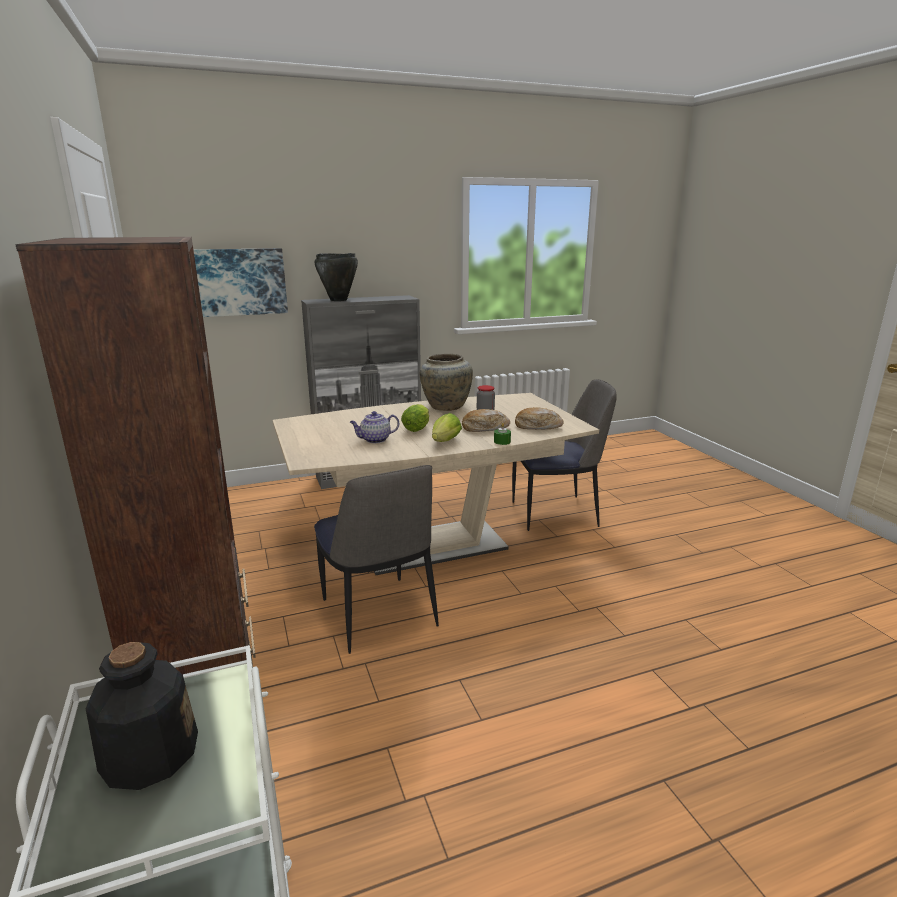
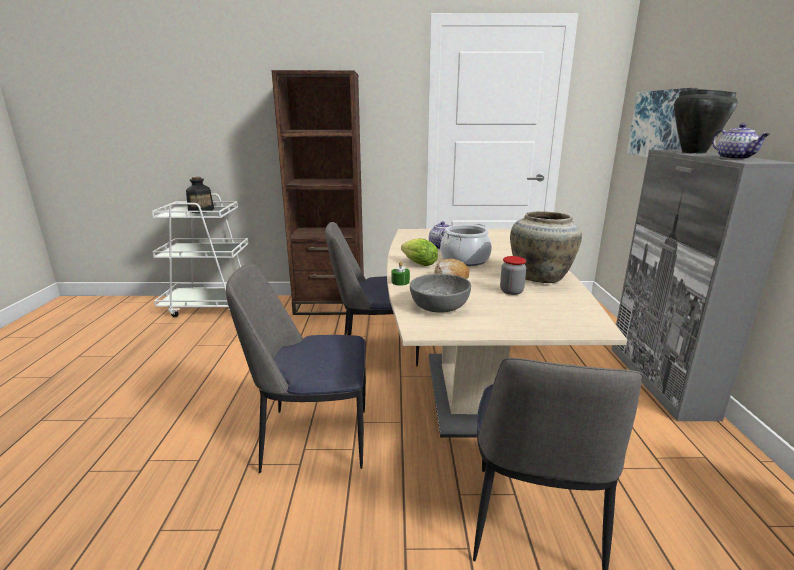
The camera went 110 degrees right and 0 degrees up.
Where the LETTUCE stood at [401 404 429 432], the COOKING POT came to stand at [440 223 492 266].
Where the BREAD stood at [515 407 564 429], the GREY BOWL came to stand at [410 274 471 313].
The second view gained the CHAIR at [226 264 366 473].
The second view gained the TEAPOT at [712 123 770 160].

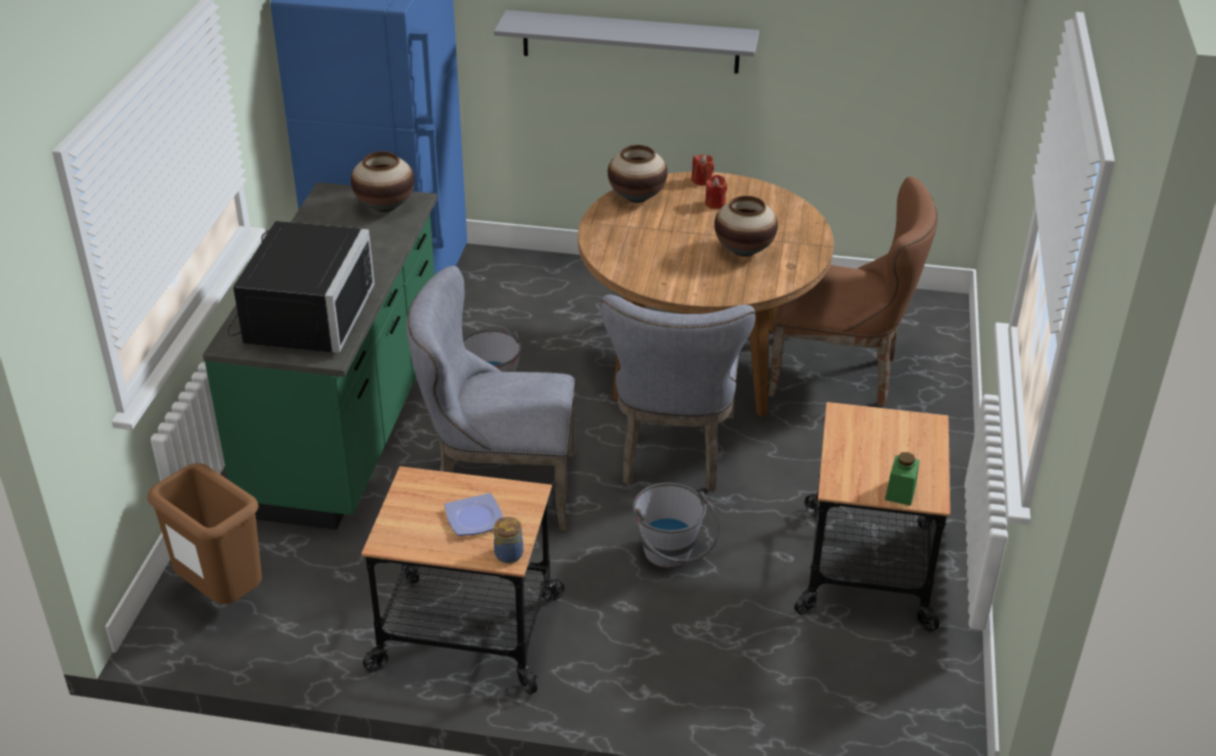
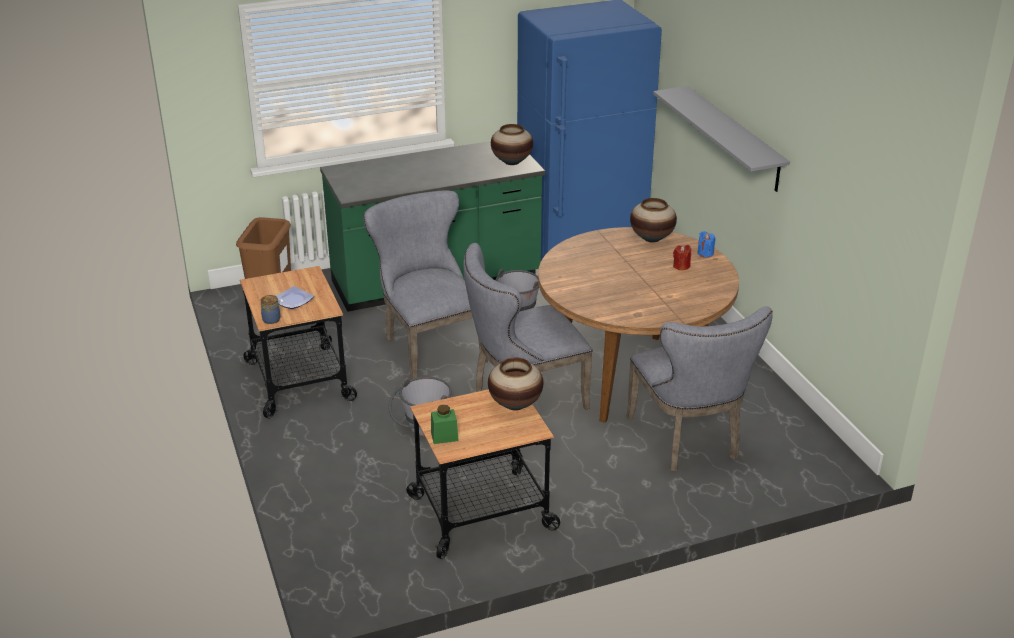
The camera went 60 degrees right and 5 degrees down.
The second view lost the BLACK MICROWAVE at [228 221 375 353].
What was the RED CANDLE at [691 154 714 186] turned into the BLUE CANDLE at [697 231 715 257].
The VASE ended up elsewhere, having gone from [714 196 778 257] to [488 357 543 411].
What was the BROWN CHAIR at [768 176 938 407] turned into the GREY CHAIR at [627 306 773 471].

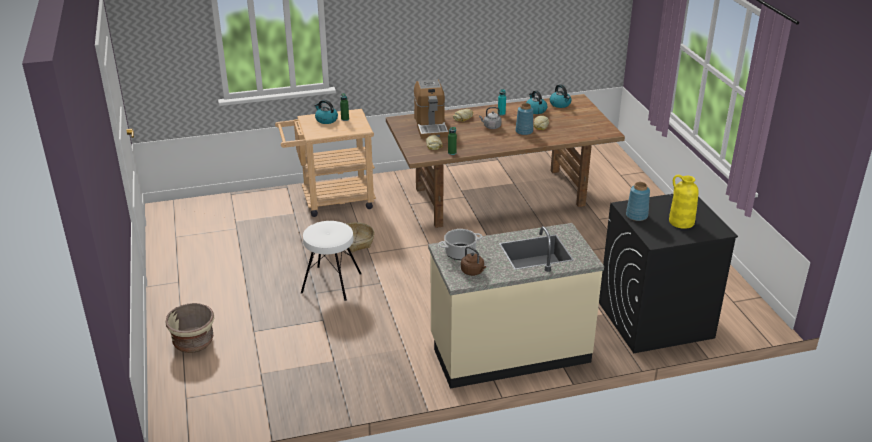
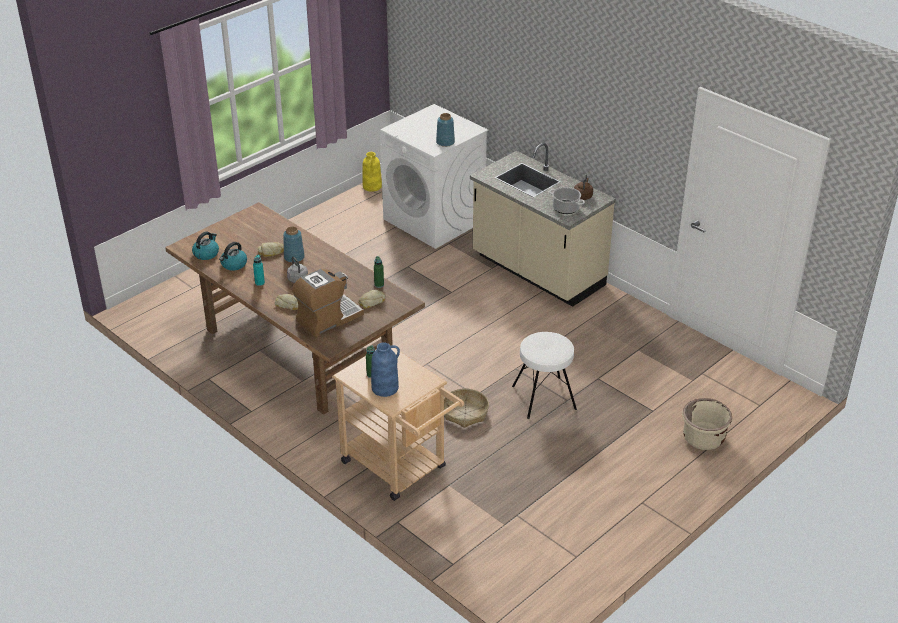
The camera went 120 degrees left and 5 degrees up.
Where the KETTLE stood at [314 100 338 124], the BLUE VASE came to stand at [371 342 400 397].
What was the BLACK WASHING MACHINE at [599 194 738 354] turned into the WHITE WASHING MACHINE at [380 104 489 249].
The YELLOW VASE ended up elsewhere, having gone from [669 175 699 229] to [362 152 382 192].

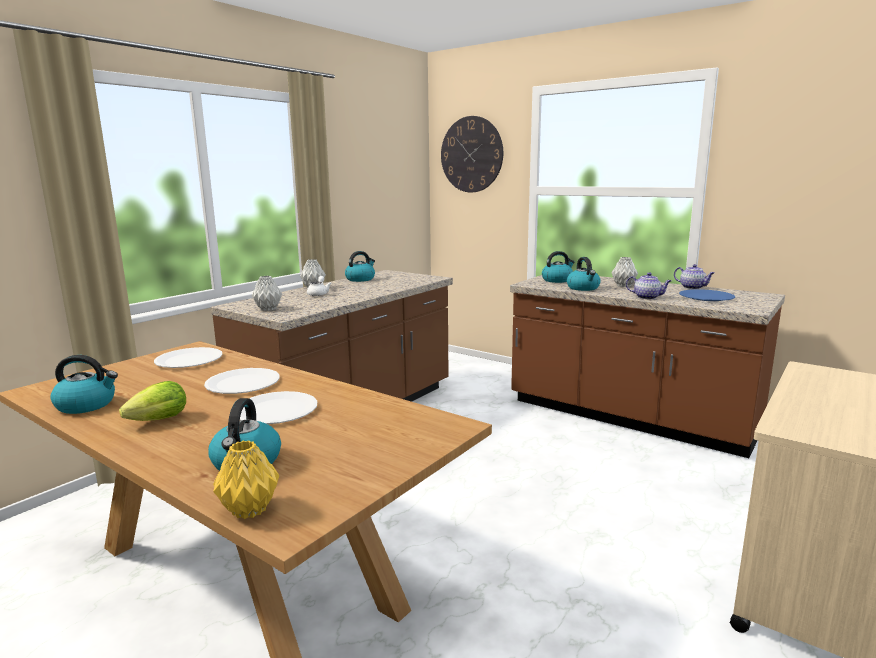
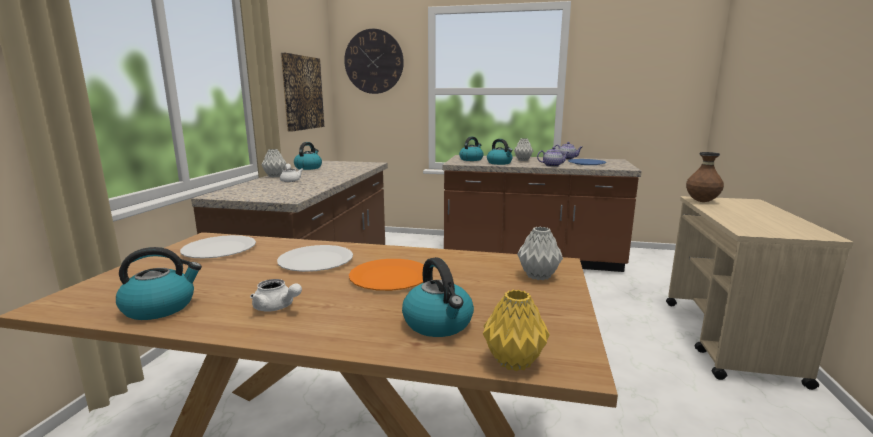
The camera went 25 degrees left and 0 degrees up.
Where the LETTUCE stood at [119 381 186 421], the WHITE TEAPOT came to stand at [250 279 302 312].
What was the WHITE PLATE at [240 391 317 424] turned into the ORANGE PLATE at [349 259 424 291].
The GREY VASE ended up elsewhere, having gone from [252 276 282 311] to [517 227 563 280].
The second view gained the PICTURE at [281 52 324 132].
The second view gained the BROWN VASE at [686 152 724 202].

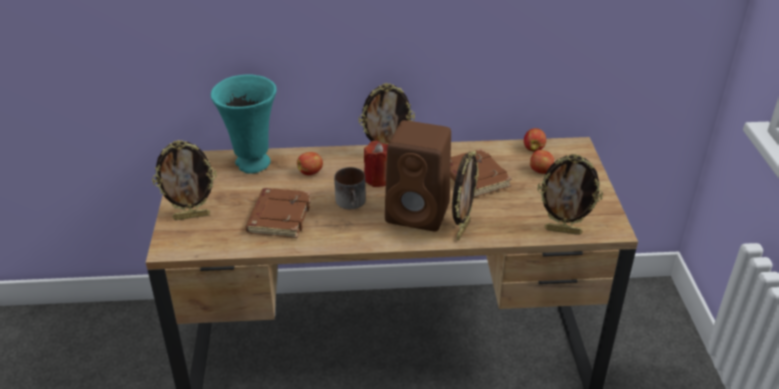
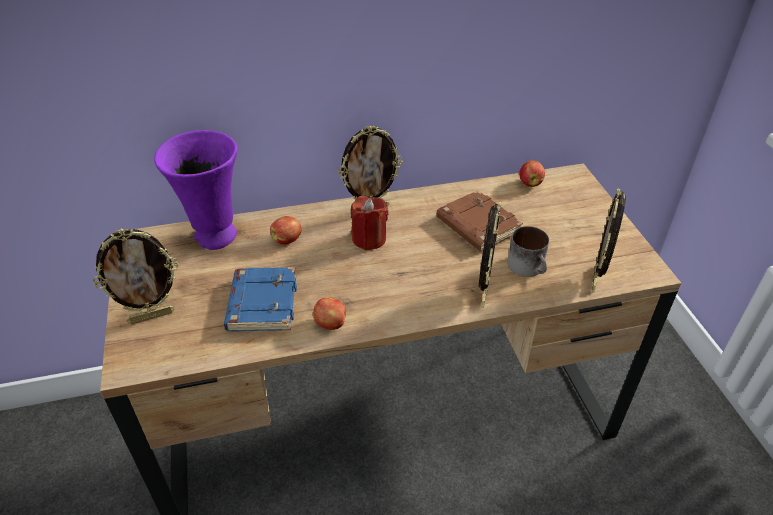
The camera went 10 degrees left and 5 degrees up.
What was the TURQUOISE VASE at [211 74 277 173] turned into the PURPLE VASE at [154 130 237 250].
What was the BROWN BOOK at [246 188 311 238] turned into the BLUE BOOK at [224 267 297 332].
The MUG ended up elsewhere, having gone from [334 167 366 209] to [507 226 549 277].
The second view lost the BROWN SPEAKER at [385 120 451 231].
The APPLE ended up elsewhere, having gone from [530 150 554 174] to [313 297 346 330].
The PICTURE FRAME at [537 154 603 235] ended up facing another way, 105 degrees clockwise from before.

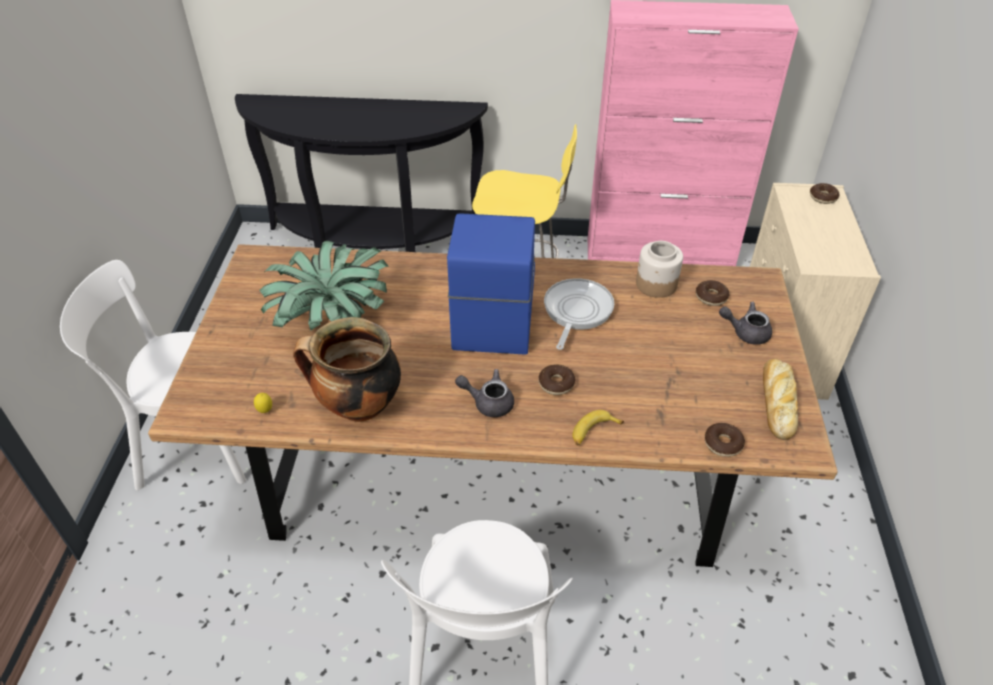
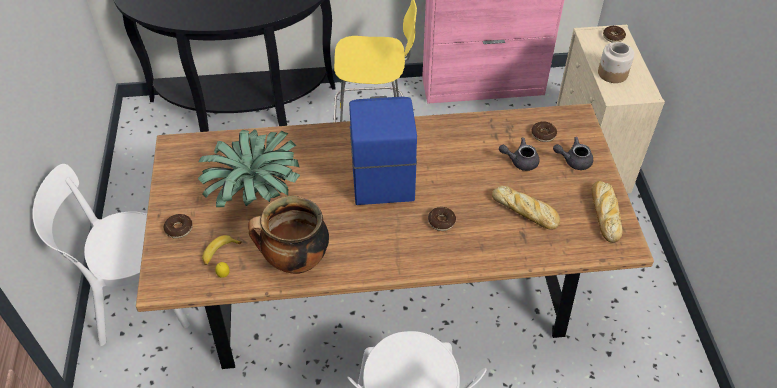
The camera went 10 degrees left and 5 degrees up.
The GREY TEAPOT ended up elsewhere, having gone from [455 369 514 417] to [499 137 539 171].
The second view lost the FRYING PAN at [544 278 614 350].
The BANANA ended up elsewhere, having gone from [573 410 624 445] to [202 235 242 265].
The JAR ended up elsewhere, having gone from [636 241 683 298] to [598 42 634 83].
The DONUT ended up elsewhere, having gone from [705 423 745 457] to [163 214 193 238].
The second view gained the BREAD at [492 186 560 230].

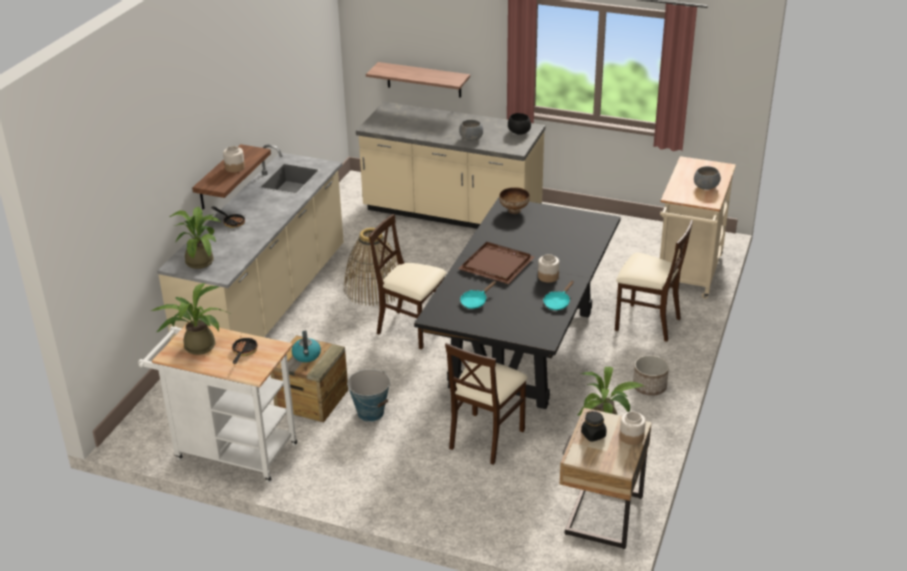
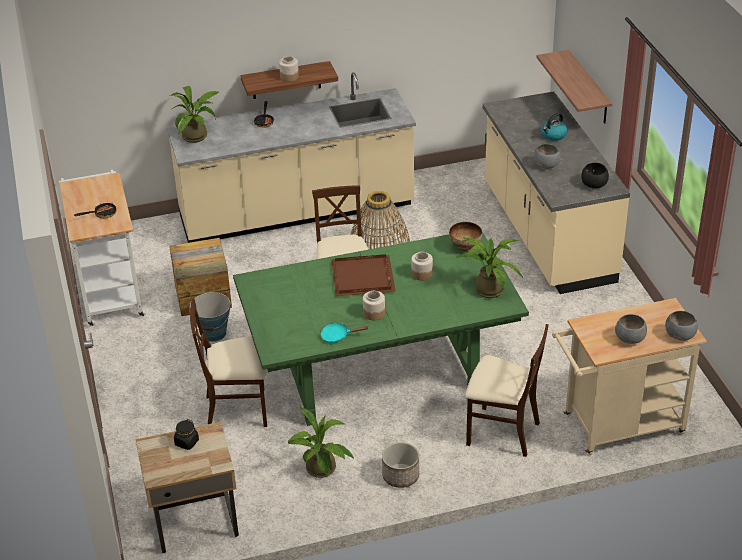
The camera went 55 degrees right and 5 degrees up.
The POTTED PLANT ended up elsewhere, having gone from [151 283 228 355] to [457 237 523 298].
The KETTLE ended up elsewhere, having gone from [292 331 321 362] to [541 113 567 141].
What was the BLACK DINING TABLE at [414 197 621 409] turned into the GREEN DINING TABLE at [233 232 529 426].
The second view lost the TURQUOISE FRYING PAN at [460 281 496 309].
The BEIGE CHAIR at [615 220 693 342] ended up facing another way, 60 degrees counterclockwise from before.
The JAR ended up elsewhere, having gone from [620 412 646 445] to [411 252 433 281].
The second view gained the GREY BOWL at [665 311 698 341].

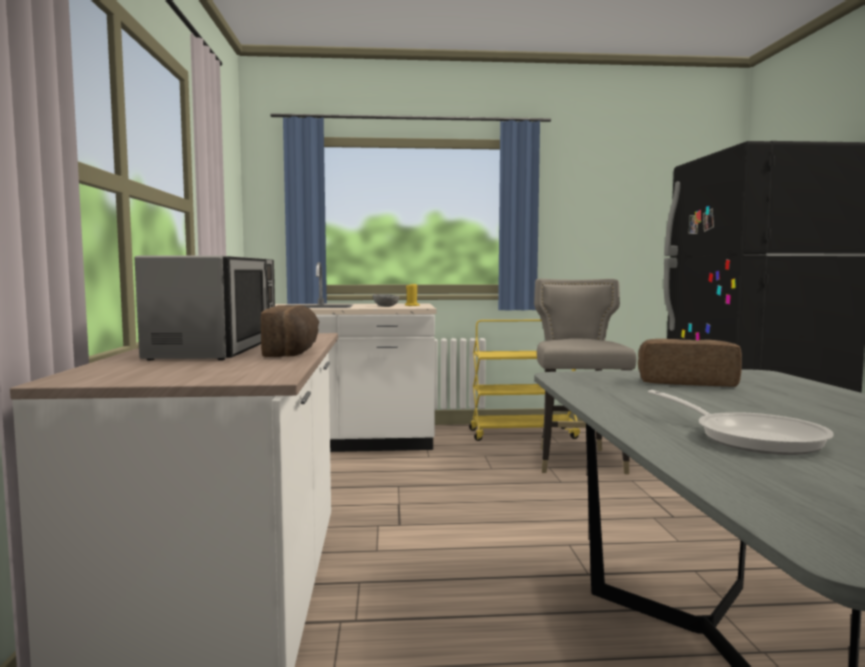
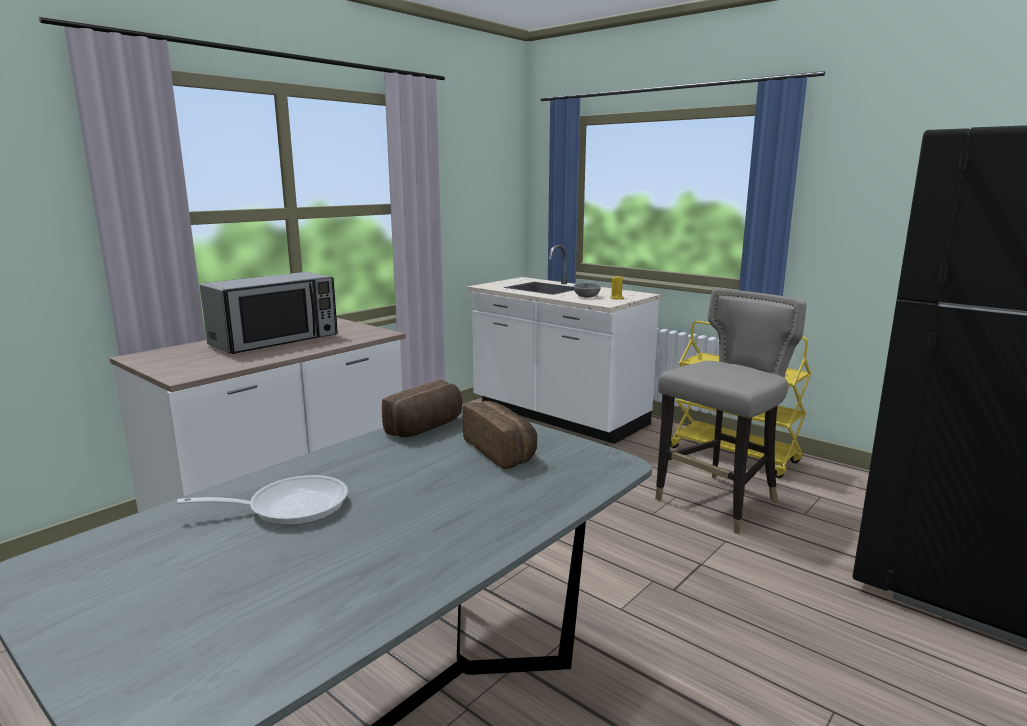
The camera went 45 degrees right and 10 degrees up.
The BREAD ended up elsewhere, having gone from [261 305 319 357] to [382 380 462 437].
The FRYING PAN at [648 390 834 455] ended up facing another way, 120 degrees counterclockwise from before.

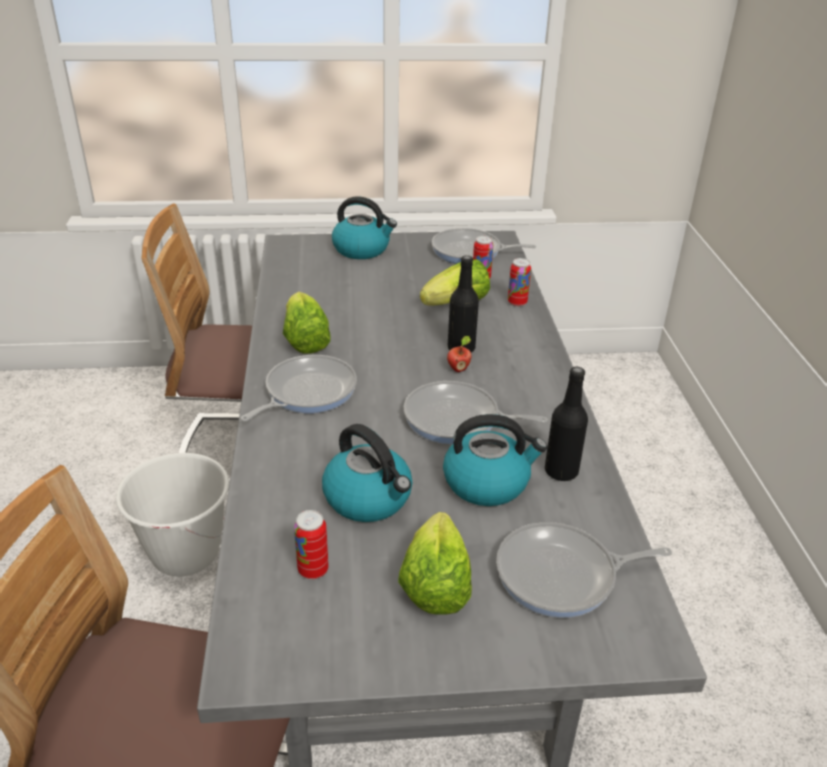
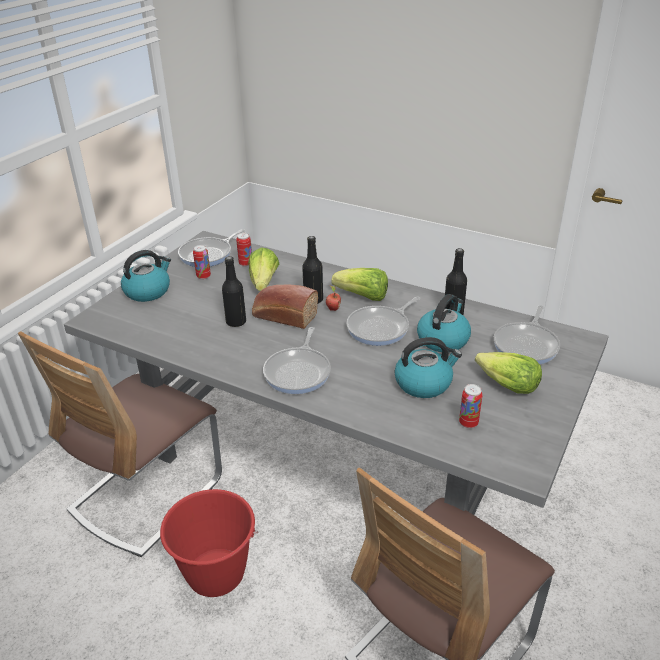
The camera went 55 degrees left and 0 degrees up.
What was the WHITE BUCKET at [116 453 229 577] turned into the RED BUCKET at [160 489 259 597].
The FRYING PAN at [240 355 357 421] ended up facing another way, 150 degrees counterclockwise from before.
The LETTUCE ended up elsewhere, having gone from [283 292 331 354] to [331 268 388 301].
The CAN ended up elsewhere, having gone from [508 258 531 307] to [193 245 211 280].
The second view gained the BLACK BOTTLE at [222 256 246 327].
The second view gained the BREAD at [252 284 318 329].

